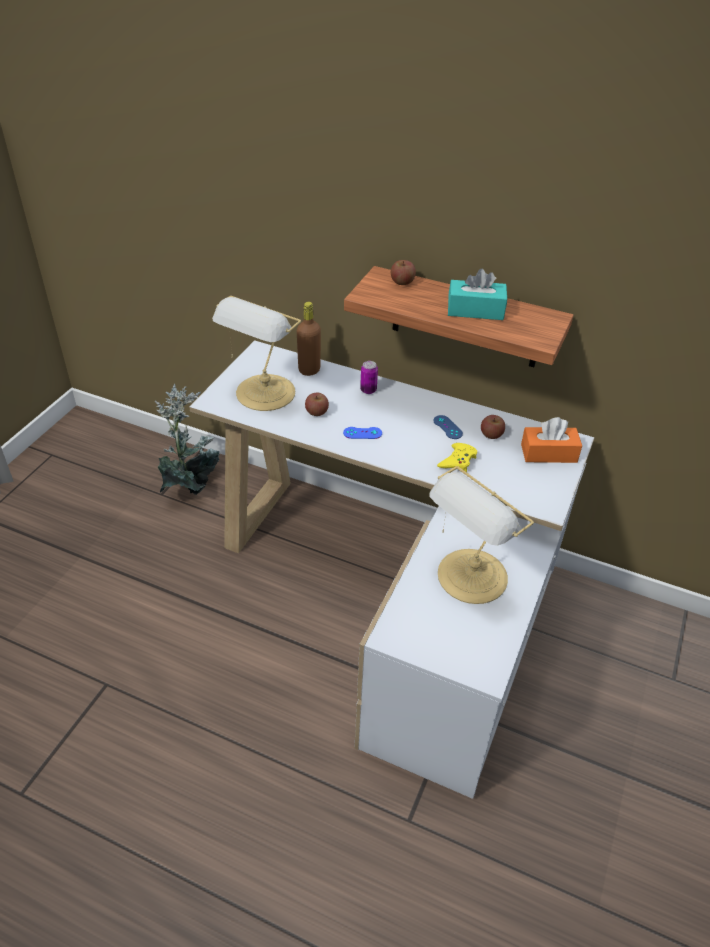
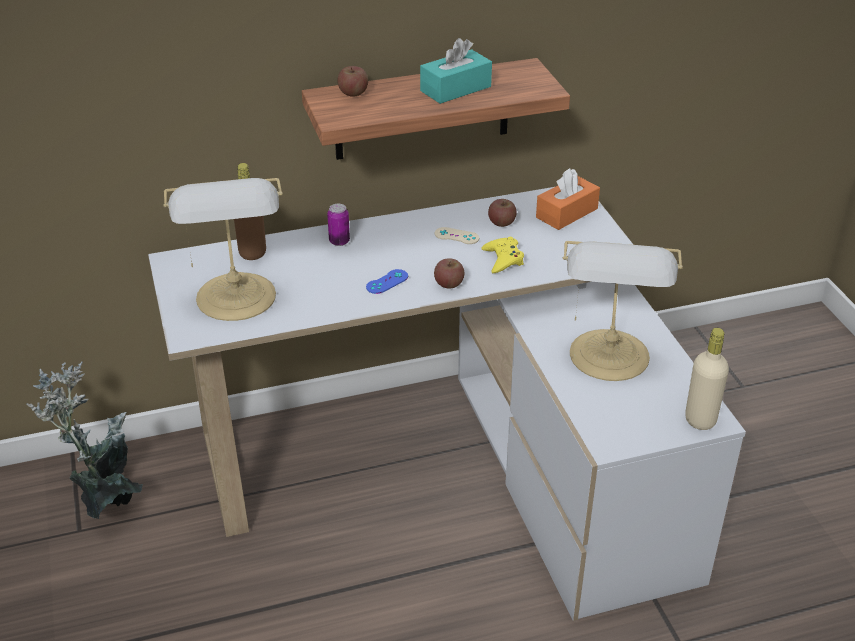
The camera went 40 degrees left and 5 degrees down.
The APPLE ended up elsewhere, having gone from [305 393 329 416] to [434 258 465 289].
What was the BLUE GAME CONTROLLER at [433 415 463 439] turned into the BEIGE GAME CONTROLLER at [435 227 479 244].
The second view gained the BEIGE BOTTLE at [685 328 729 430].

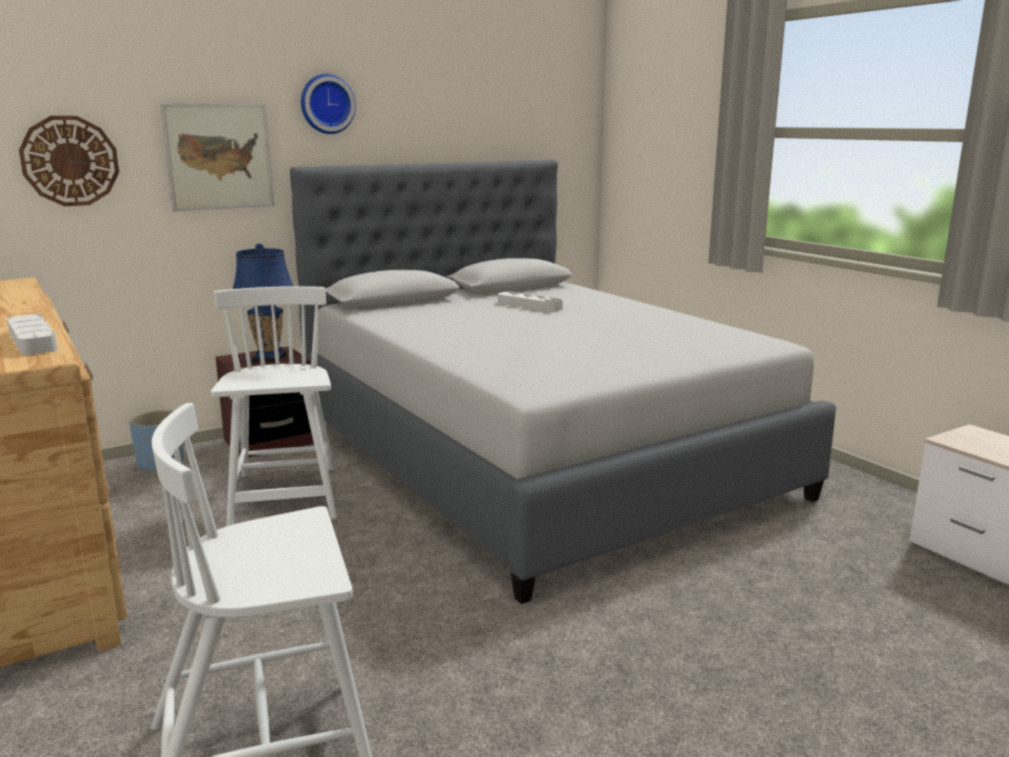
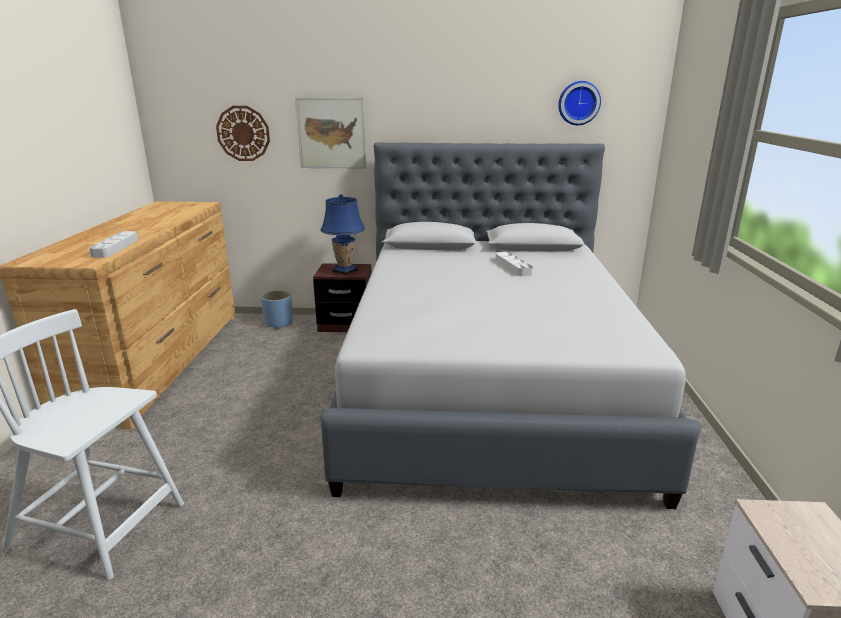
The camera went 35 degrees right and 5 degrees up.
The second view lost the WHITE CHAIR at [211 286 337 527].
The WALL CLOCK ended up elsewhere, having gone from [301 74 356 134] to [558 81 601 125].

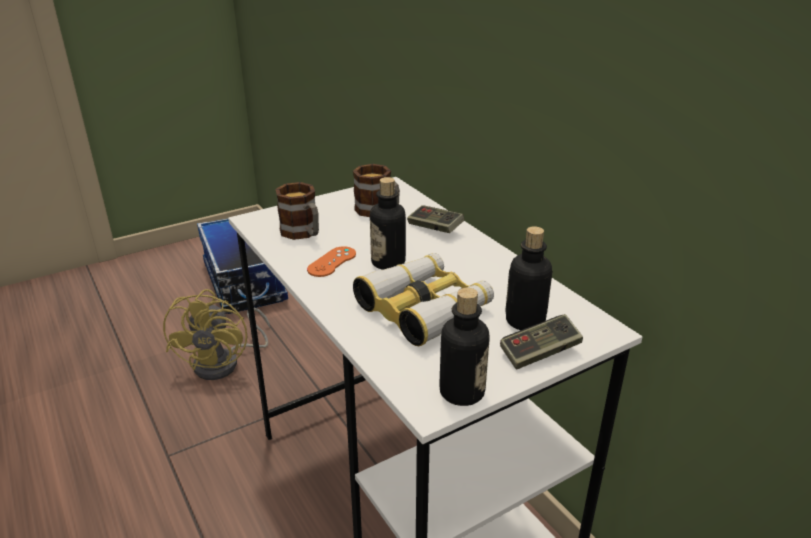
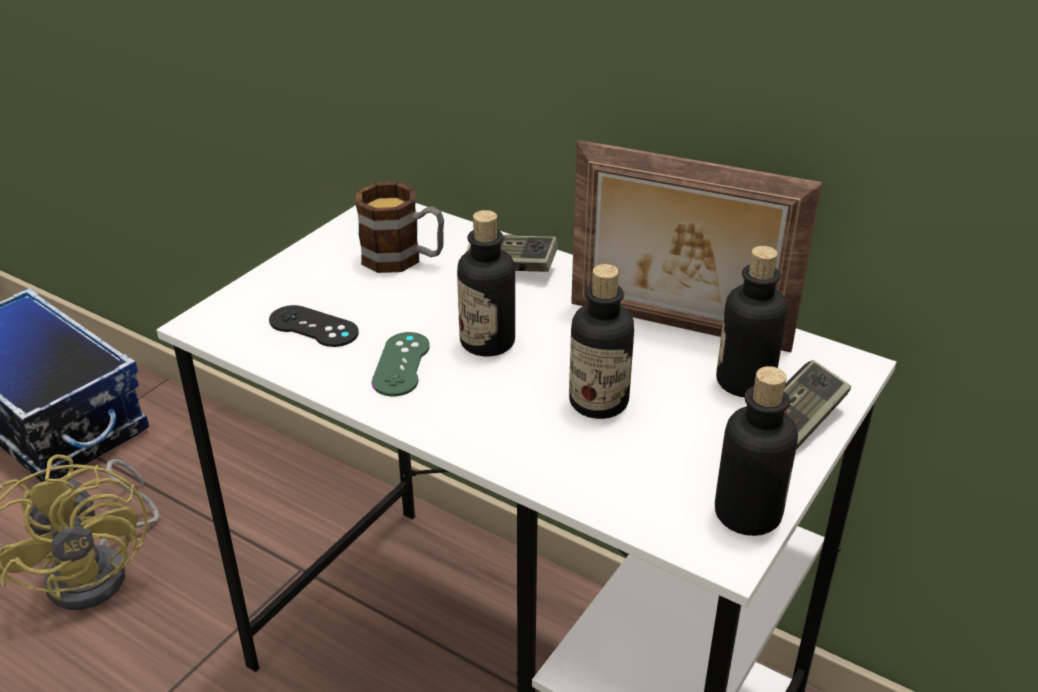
The camera went 25 degrees left and 5 degrees up.
Where the MUG stood at [275 182 319 240], the BLACK GAME CONTROLLER came to stand at [269 305 359 347].
What was the ORANGE GAME CONTROLLER at [307 246 356 277] turned into the GREEN GAME CONTROLLER at [372 332 430 396].
Where the BINOCULARS stood at [353 253 494 347], the BOTTLE came to stand at [569 264 634 419].
The second view gained the PICTURE FRAME at [571 140 822 352].

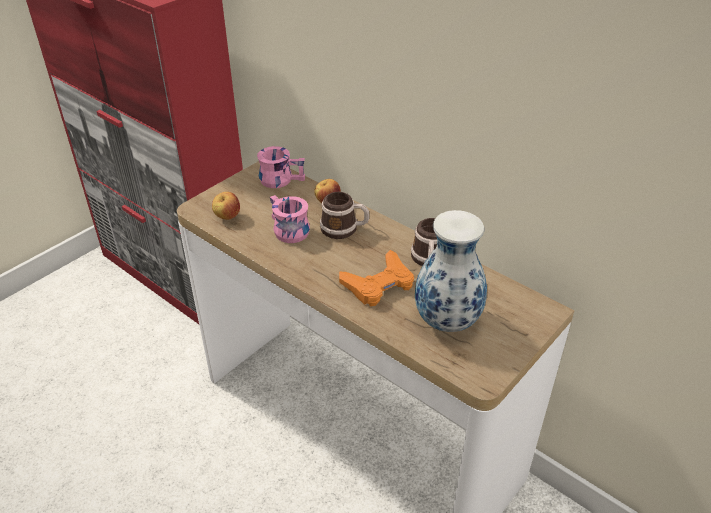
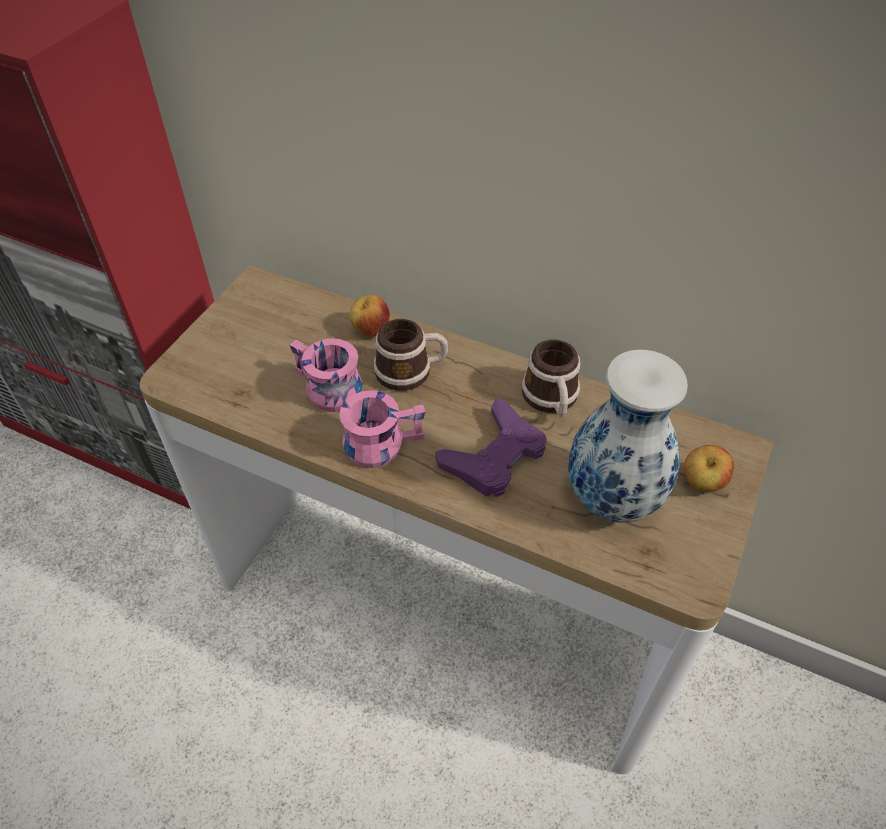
The camera went 15 degrees left and 10 degrees up.
The APPLE ended up elsewhere, having gone from [212 192 240 220] to [683 445 734 492].
The PINK MUG ended up elsewhere, having gone from [257 146 305 188] to [339 390 425 468].
What was the ORANGE GAME CONTROLLER at [339 250 414 306] turned into the PURPLE GAME CONTROLLER at [436 398 547 497].

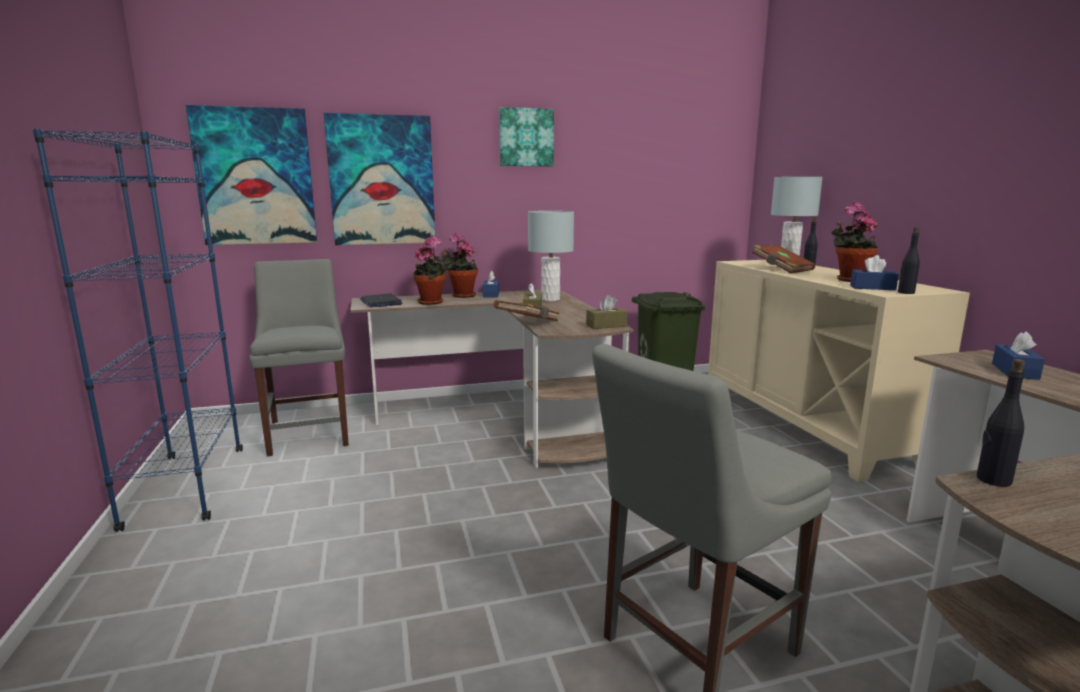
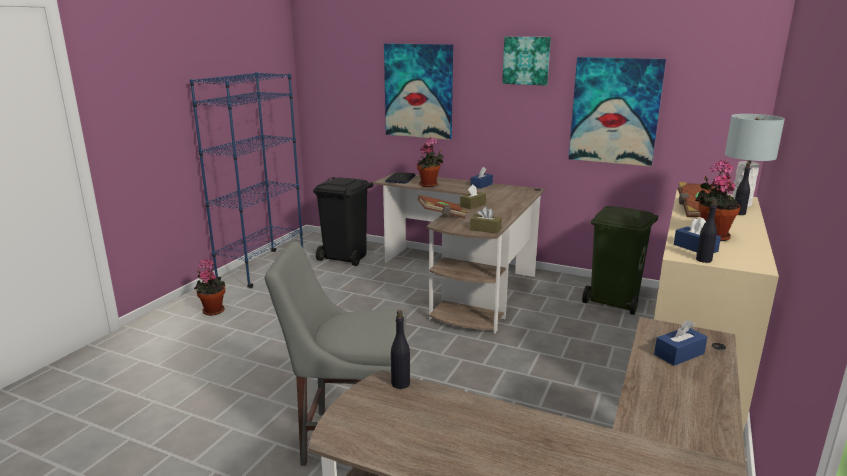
The camera went 40 degrees right and 5 degrees up.
The PICTURE ended up elsewhere, having gone from [186 105 317 245] to [569 57 666 167].
Where the GREY CHAIR stood at [249 259 349 457], the BLACK TRASH CAN came to stand at [313 177 373 266].
The POTTED PLANT ended up elsewhere, having gone from [444 233 478 298] to [194 259 226 316].
The second view lost the GREY TABLE LAMP at [528 211 574 301].

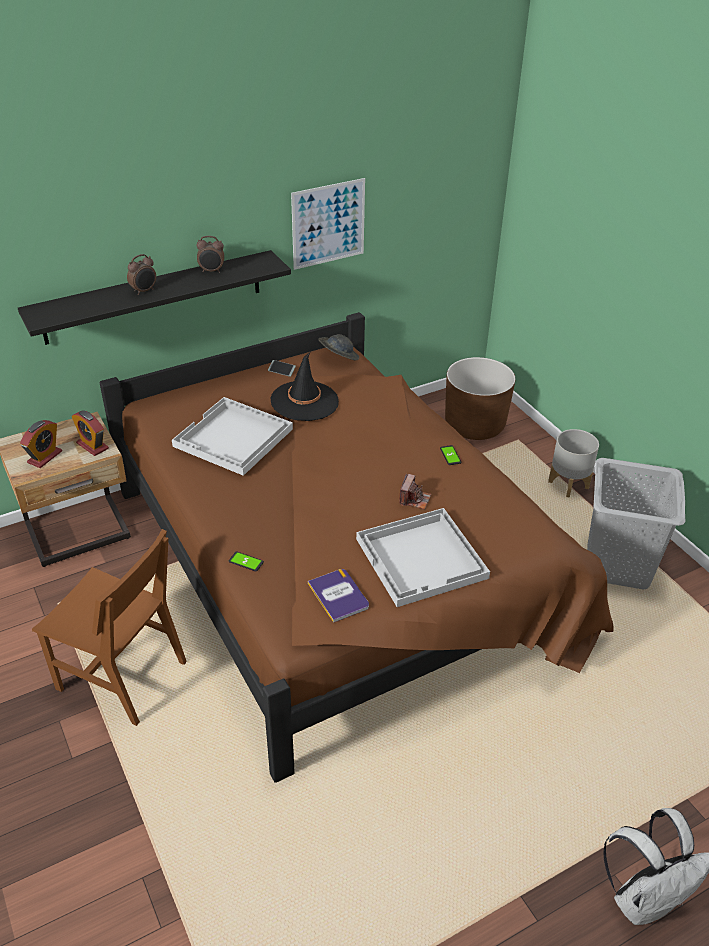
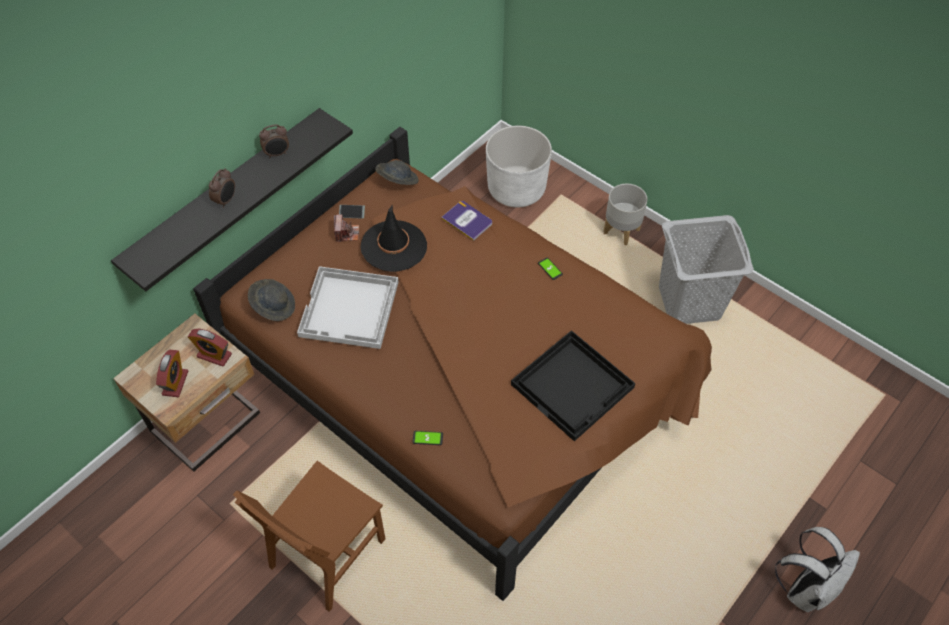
The camera went 20 degrees left and 15 degrees up.
The BROWN CHAIR at [32 529 187 726] ended up facing another way, 120 degrees clockwise from before.
The second view lost the PICTURE at [291 178 365 270].
The BOOK ended up elsewhere, having gone from [308 569 369 623] to [441 201 492 241].
What was the WHITE TRAY at [356 508 490 607] turned into the BLACK TRAY at [511 330 635 441].
The PHOTO CAMERA ended up elsewhere, having gone from [399 474 431 509] to [334 215 359 243].
What was the BROWN PLANTER at [445 357 515 440] turned into the WHITE PLANTER at [486 126 552 207].
The second view gained the GREY HAT at [248 279 295 321].

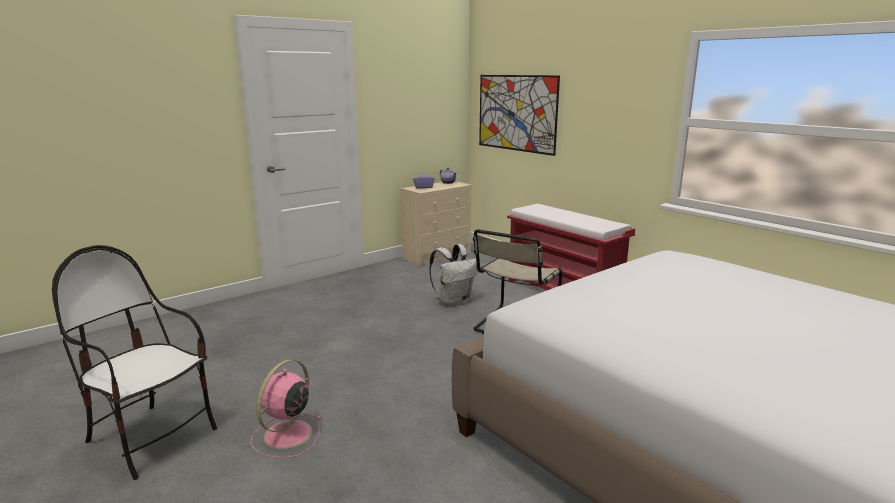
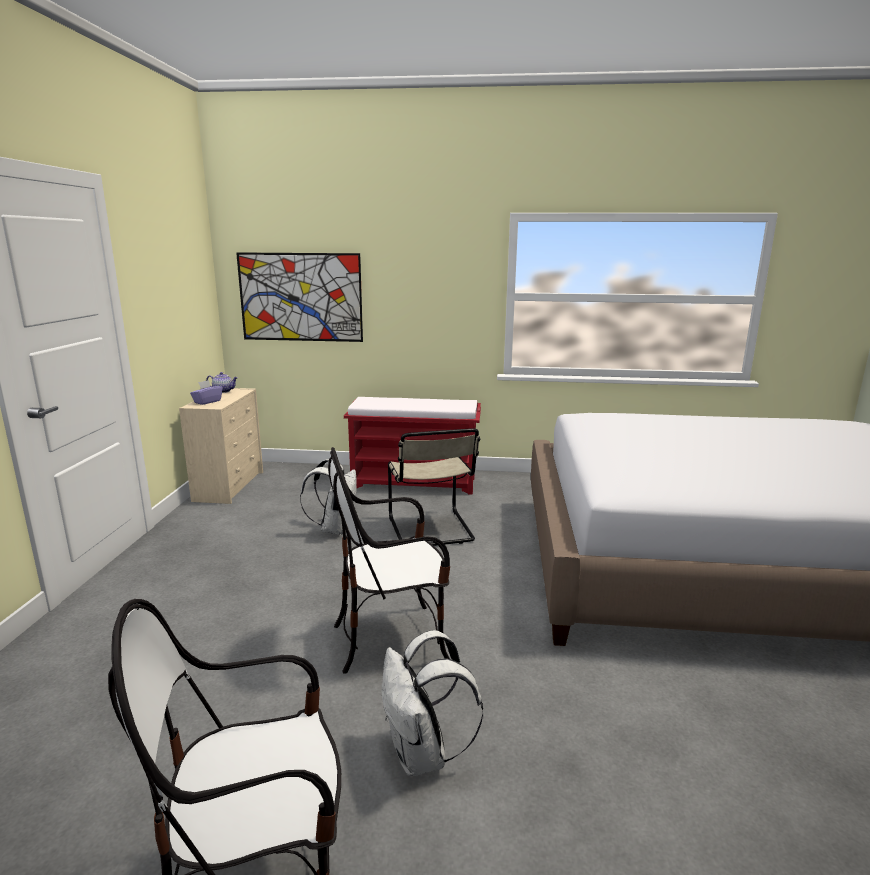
The camera went 45 degrees left and 0 degrees up.
Where the PINK FAN stood at [250 359 322 458], the WHITE BACKPACK came to stand at [382 630 483 776].
The second view gained the CHAIR at [328 447 450 674].

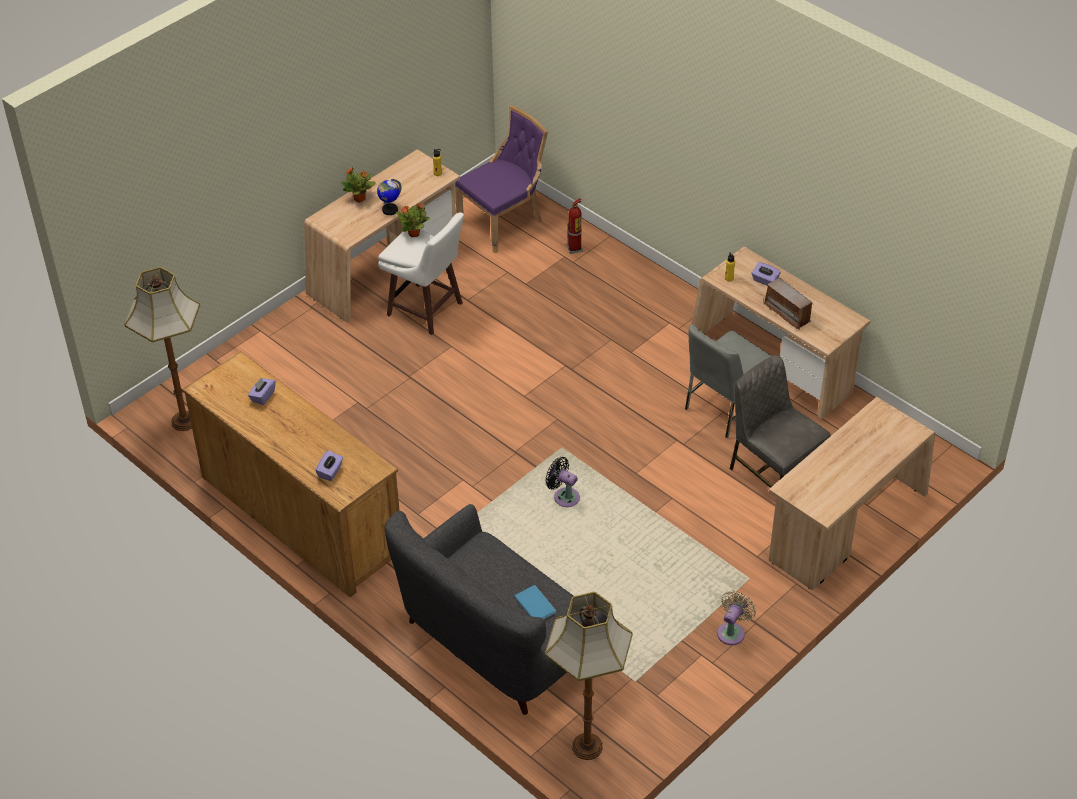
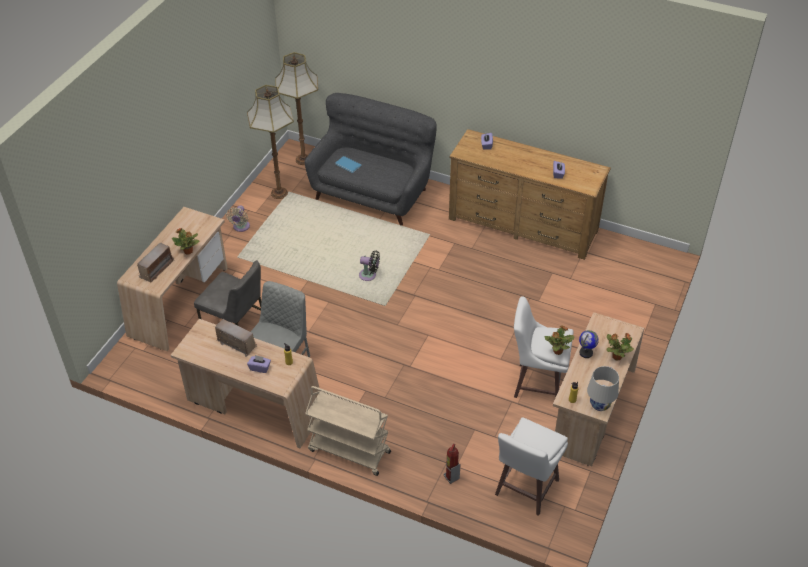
The camera went 160 degrees right and 0 degrees up.
The FLOOR LAMP ended up elsewhere, having gone from [124 267 200 431] to [247 85 294 199].
Where the PURPLE CHAIR stood at [455 106 548 253], the WHITE STOOL came to stand at [495 417 568 516].
The second view gained the RADIO at [137 243 174 282].
The second view gained the POTTED PLANT at [172 228 200 255].
The second view gained the BEIGE CART at [305 386 391 476].
The second view gained the WHITE TABLE LAMP at [587 366 619 411].

